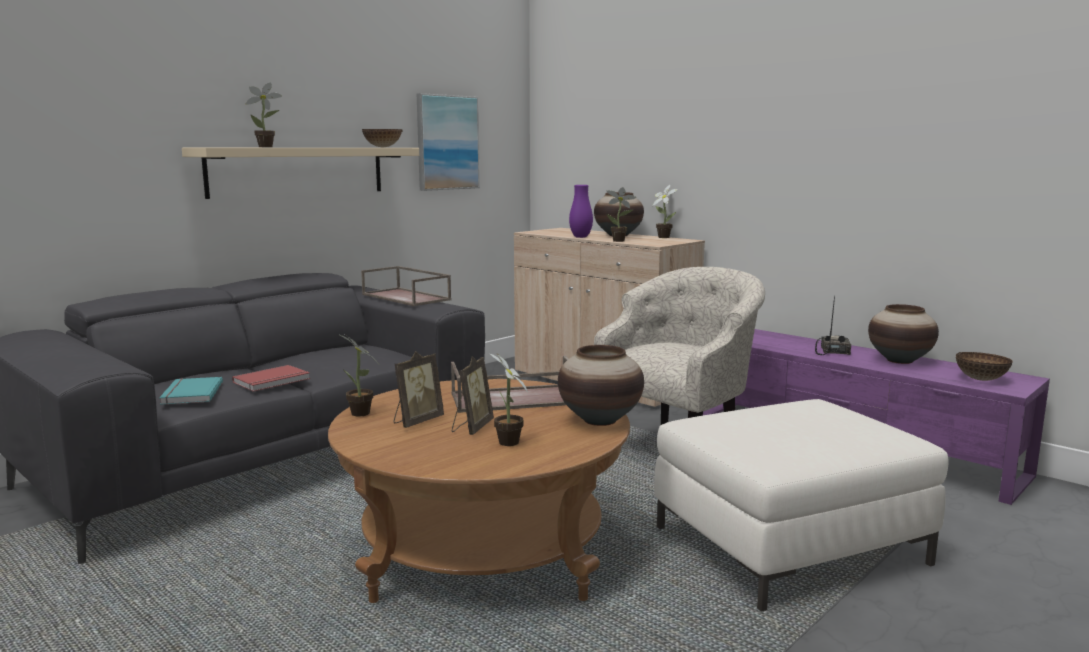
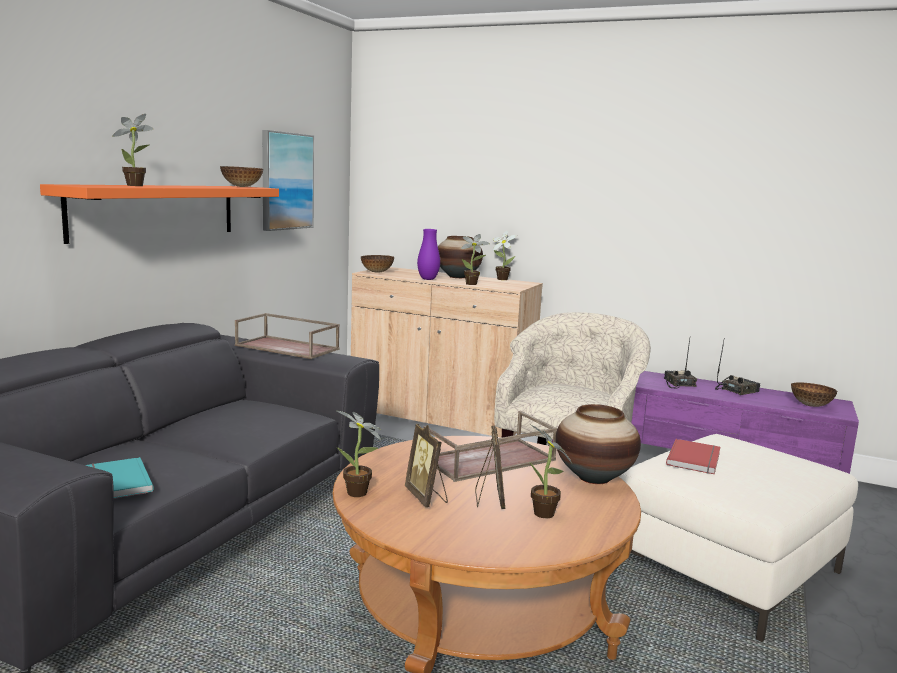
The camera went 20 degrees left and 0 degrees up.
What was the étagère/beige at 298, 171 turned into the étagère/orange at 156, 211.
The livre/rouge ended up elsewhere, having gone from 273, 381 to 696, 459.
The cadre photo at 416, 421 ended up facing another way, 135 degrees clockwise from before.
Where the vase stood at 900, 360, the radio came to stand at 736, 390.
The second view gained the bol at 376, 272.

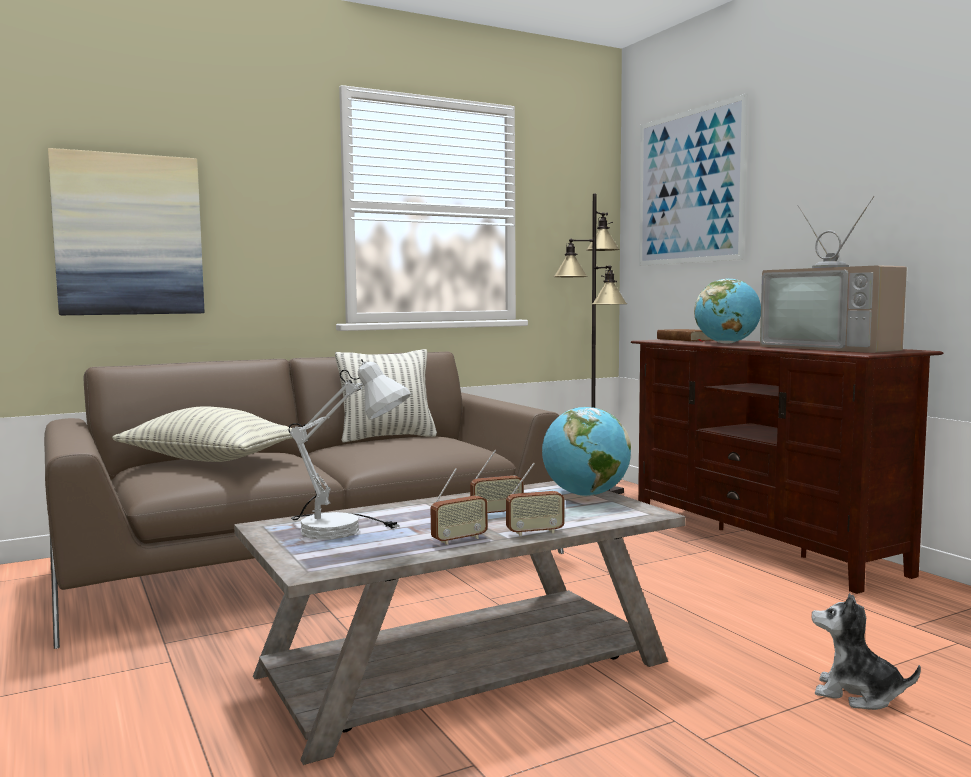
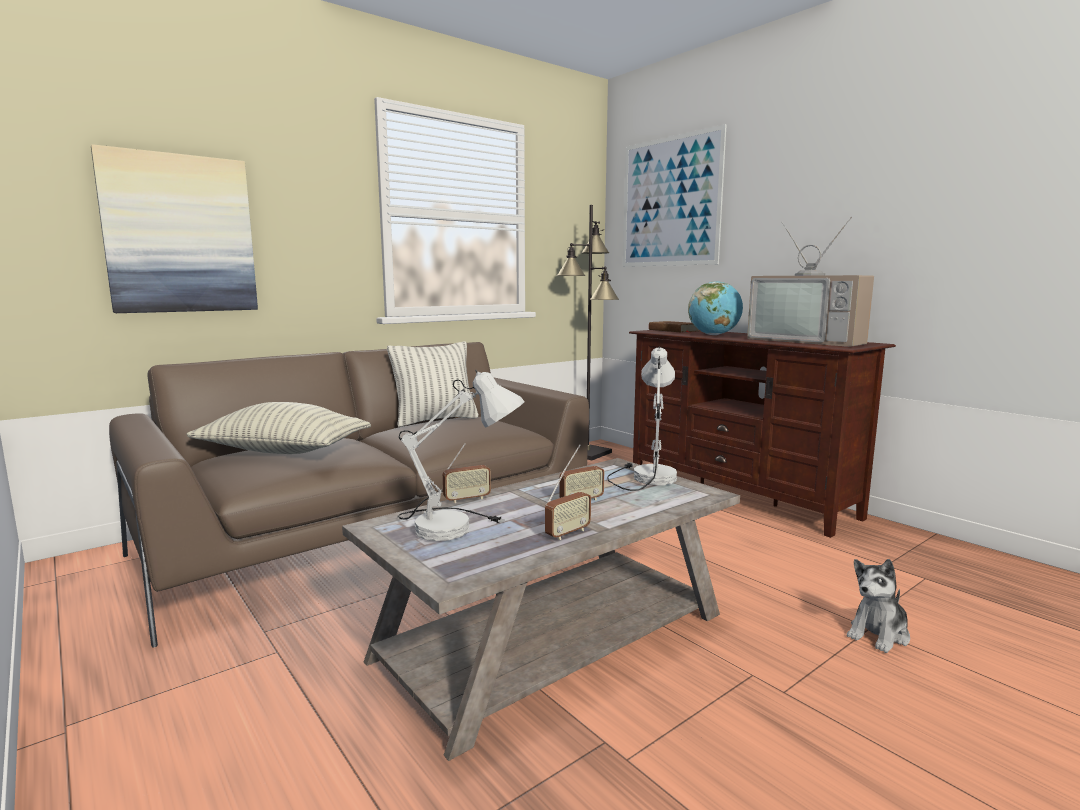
The camera went 10 degrees left and 5 degrees up.
The radio ended up elsewhere, having gone from 535, 532 to 467, 499.
Where the globe stood at 585, 495, the lampe de table/blanc came to stand at 642, 476.
The peluche at 857, 694 ended up facing another way, 60 degrees counterclockwise from before.

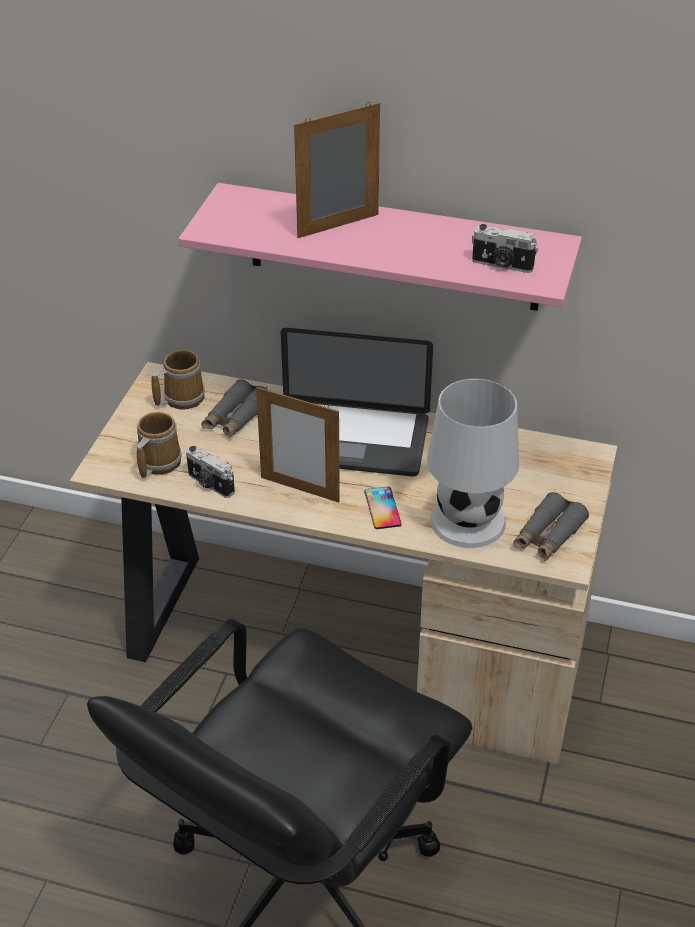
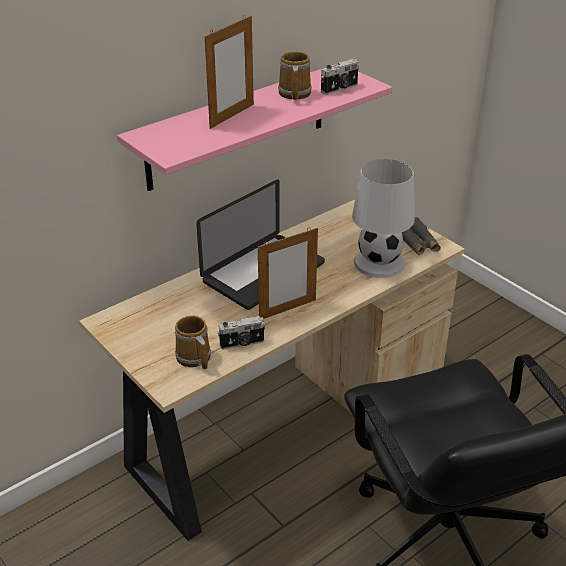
The camera went 55 degrees left and 5 degrees down.
The mug ended up elsewhere, having gone from 181, 397 to 293, 94.
The second view lost the jumelles/gris at 236, 418.
The cadre photo at 338, 226 ended up facing another way, 150 degrees counterclockwise from before.
The second view lost the téléphone at 382, 508.

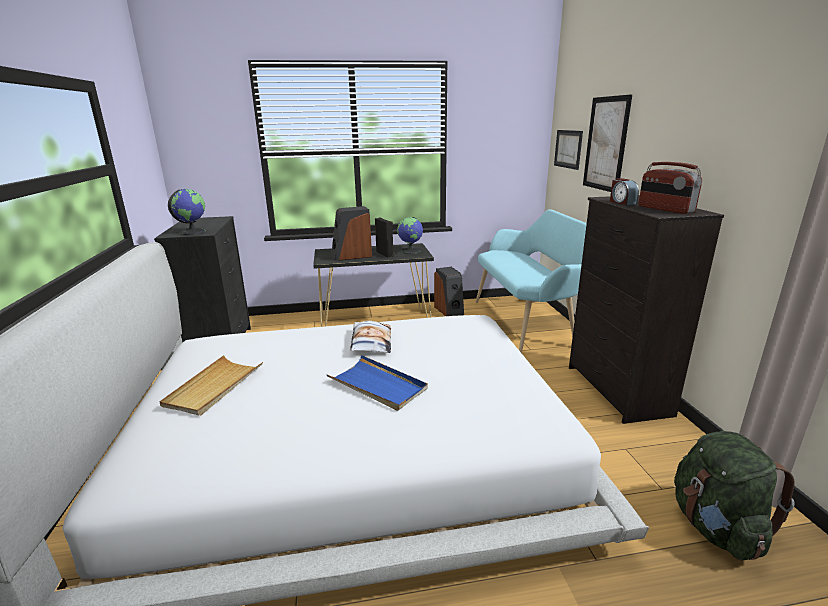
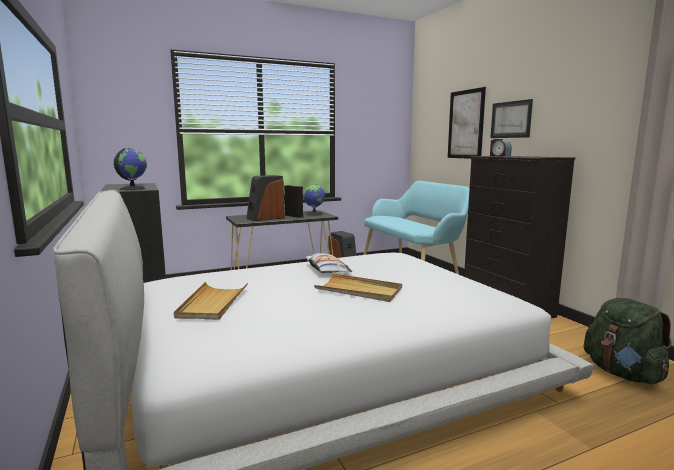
The camera went 15 degrees left and 10 degrees down.
What was the plateau/bleu at 378, 385 turned into the plateau/beige at 359, 291.
The tableau ended up elsewhere, having gone from 568, 149 to 511, 119.
The second view lost the radio at 665, 209.

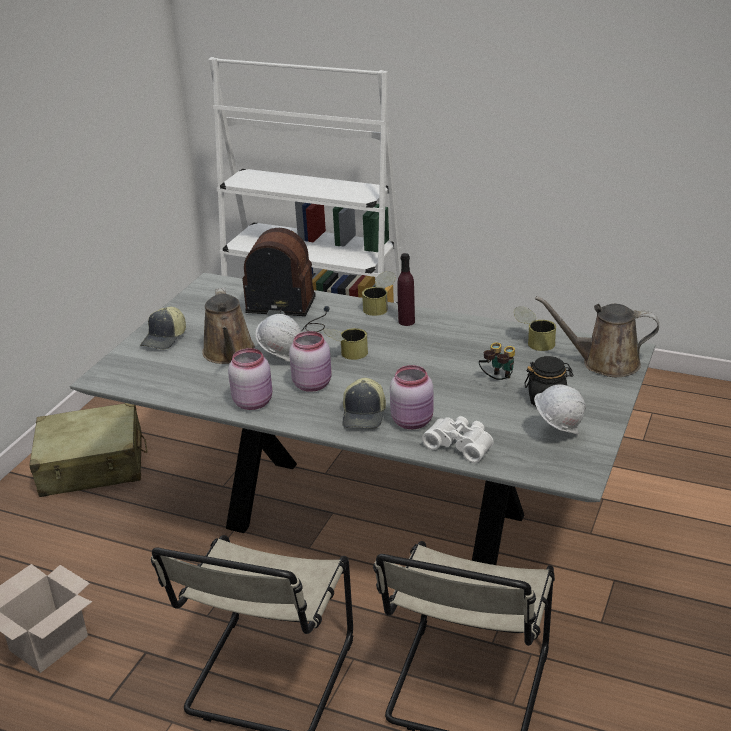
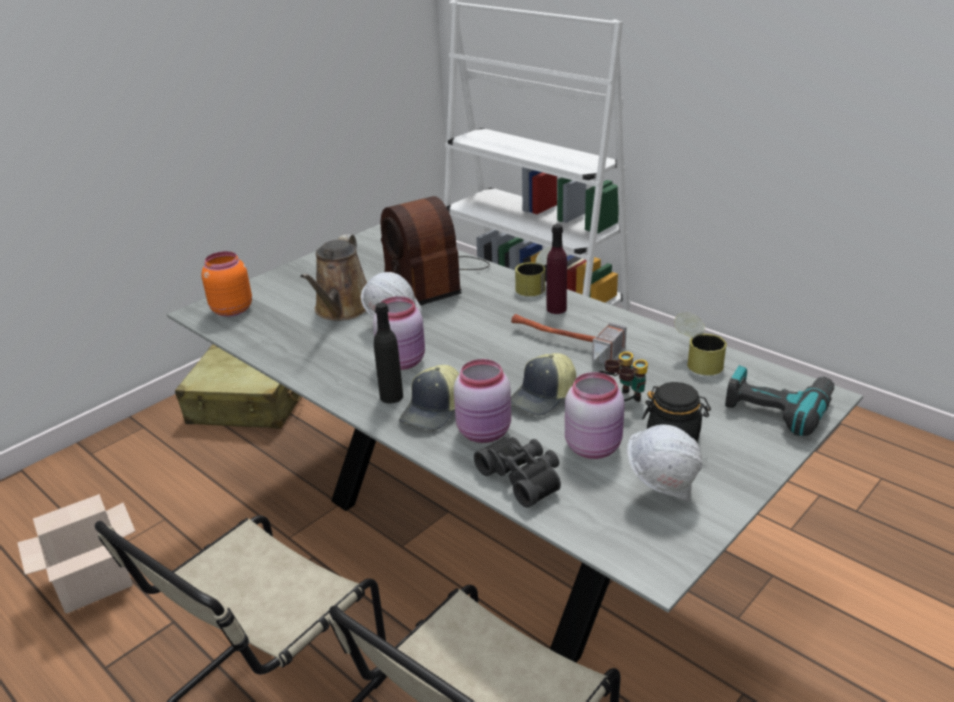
The camera went 20 degrees right and 0 degrees up.
The casquette ended up elsewhere, having gone from 165, 338 to 543, 397.
The bocal/rose ended up elsewhere, having gone from 254, 402 to 594, 446.
The radio at 287, 314 ended up facing another way, 150 degrees counterclockwise from before.
The second view lost the boîte métallique at 346, 354.
What was the jumelles/blanc at 460, 445 turned into the jumelles/noir at 523, 477.
Where the arrosoir/marron stood at 604, 363, the perceuse came to stand at 778, 407.
The second view gained the bocal/orange at 231, 310.
The second view gained the bouteille/noir at 391, 396.
The second view gained the marteau at 560, 345.

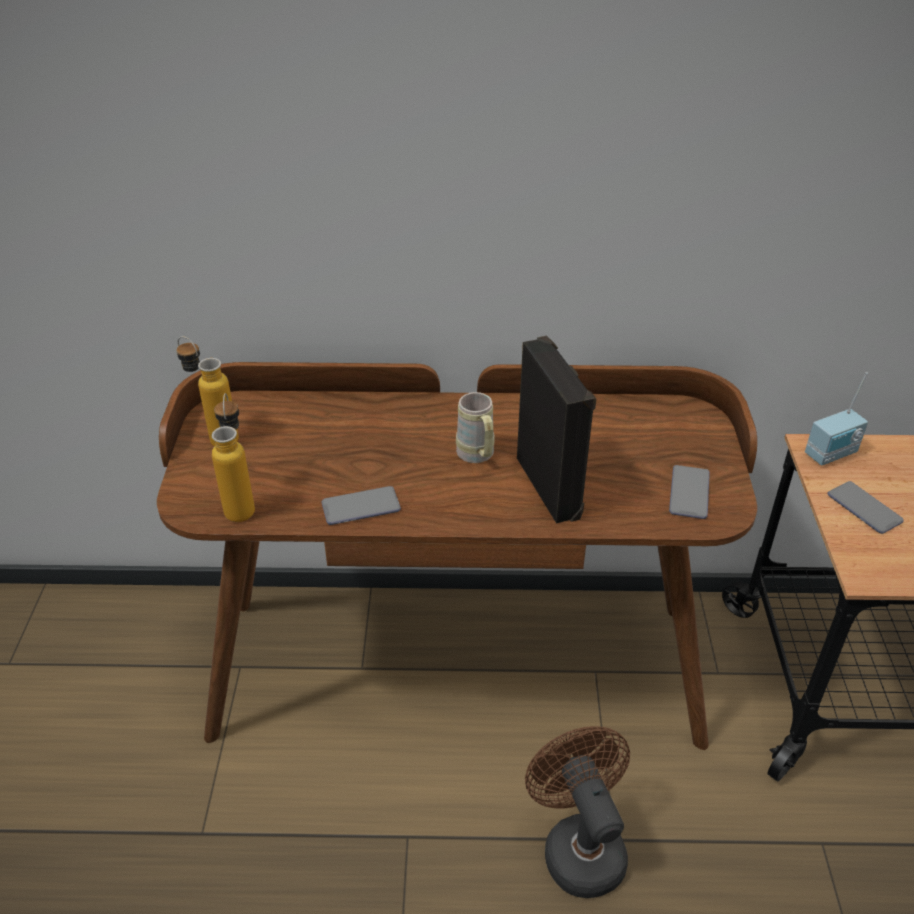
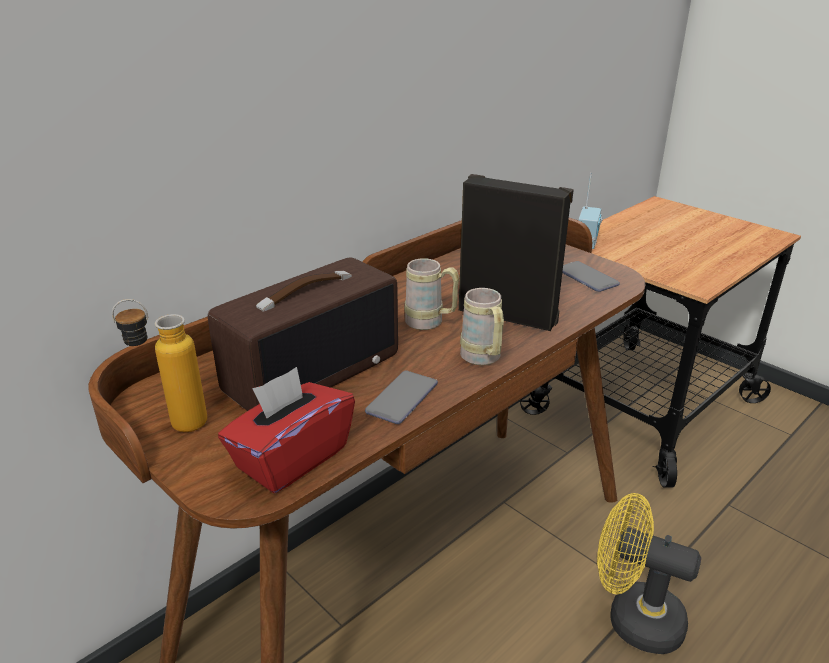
The camera went 45 degrees left and 10 degrees down.
Where the bouteille stood at 241, 504, the boîte à mouchoirs/rouge came to stand at 291, 458.
What was the ventilateur/marron at 578, 845 turned into the ventilateur/jaune at 633, 617.
The second view lost the téléphone at 864, 508.
The second view gained the radio at 312, 371.
The second view gained the mug/beige at 483, 360.

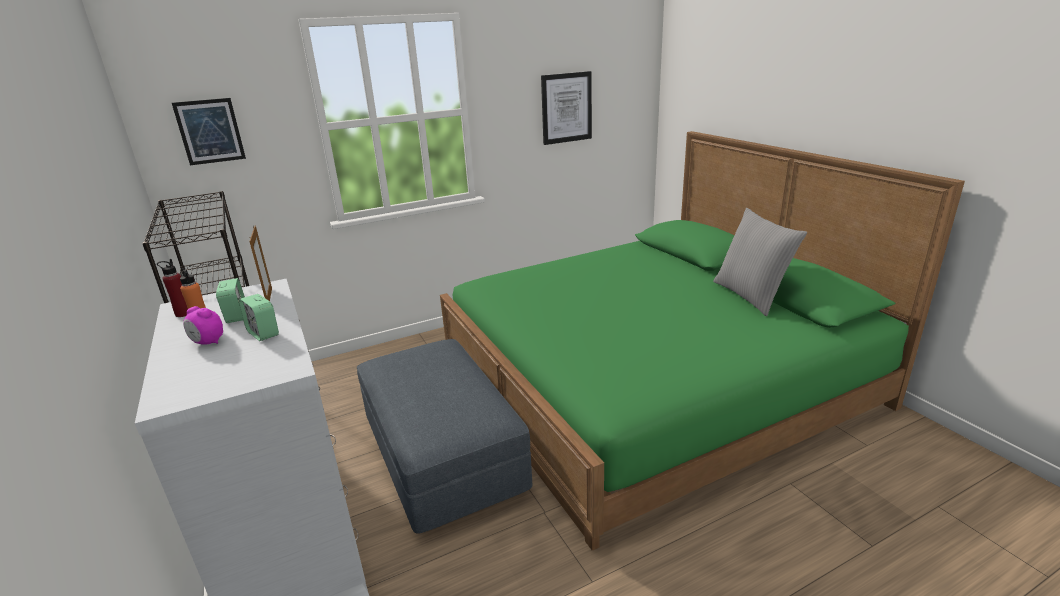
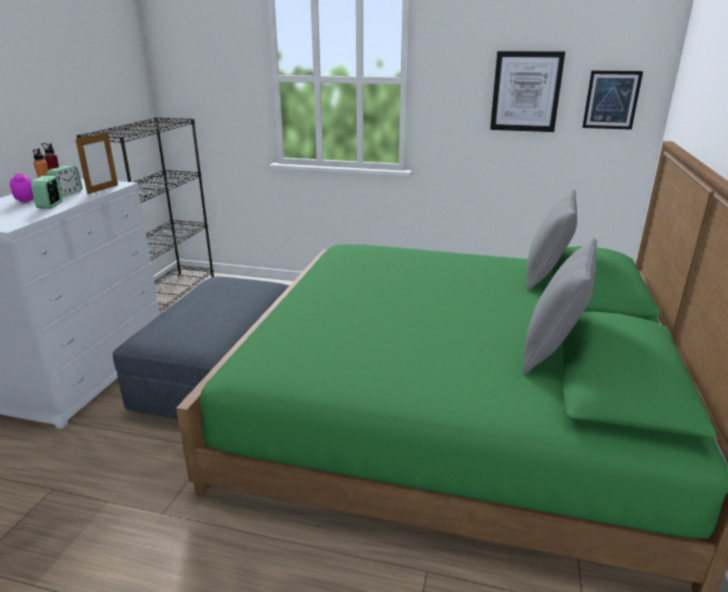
The camera went 40 degrees right and 0 degrees up.
The tableau ended up elsewhere, having gone from 210, 131 to 611, 100.
The second view gained the coussin/gris at 546, 276.

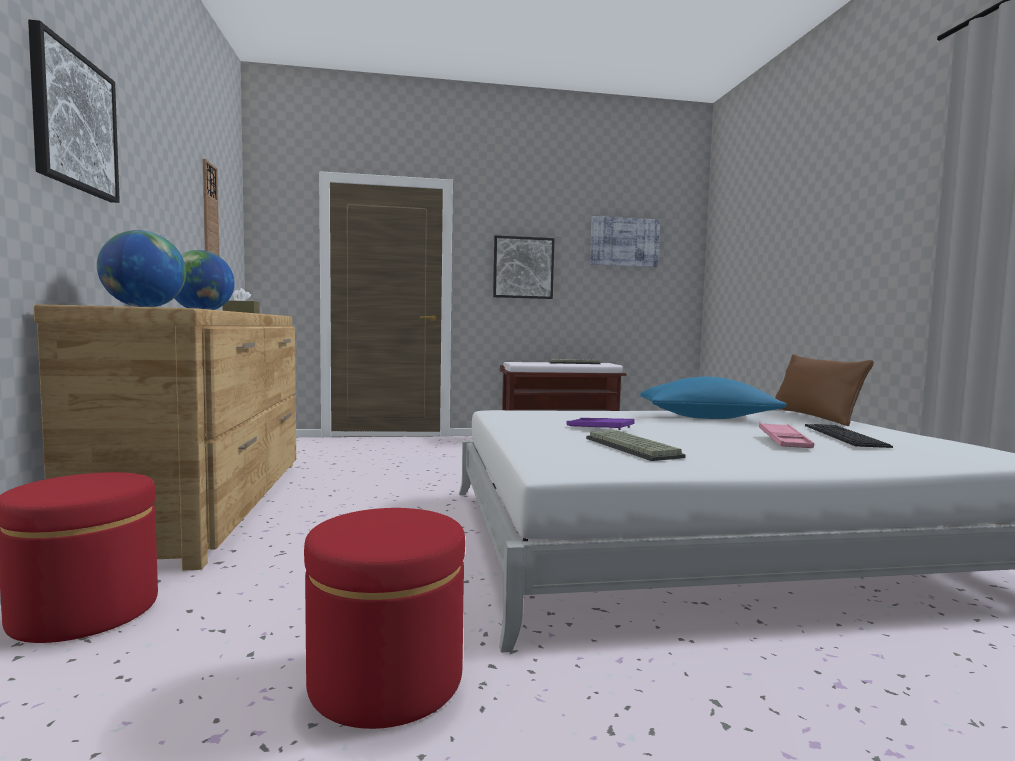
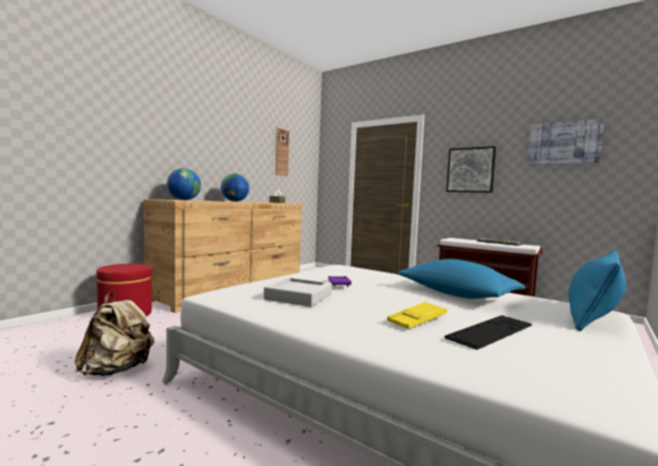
The camera went 45 degrees right and 0 degrees up.
The second view lost the tableau at 74, 121.
Where the pouf/rouge stood at 386, 680, the sac à dos/beige came to stand at 117, 370.
Where the clavier stood at 634, 447, the plateau/gris came to stand at 298, 297.
What was the plateau/rose at 784, 441 turned into the plateau/jaune at 417, 320.
What was the coussin/marron at 813, 416 turned into the coussin/bleu at 593, 317.

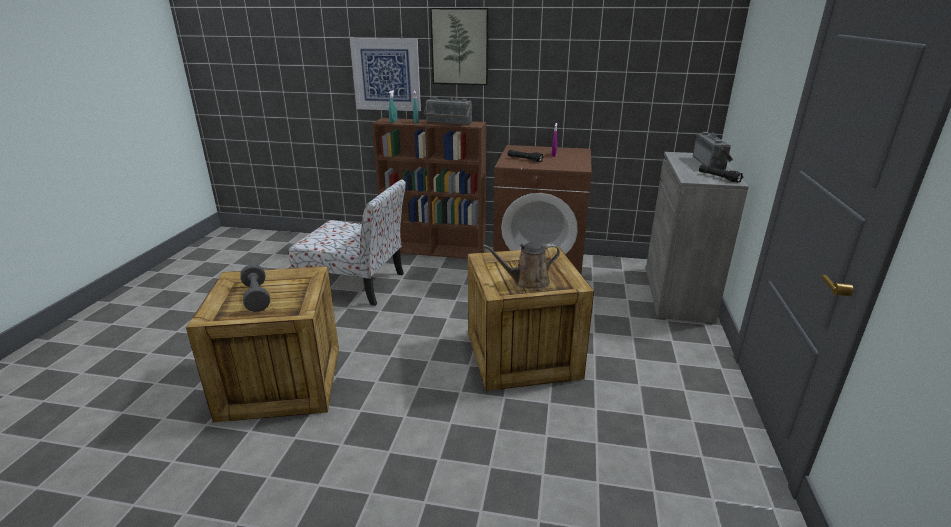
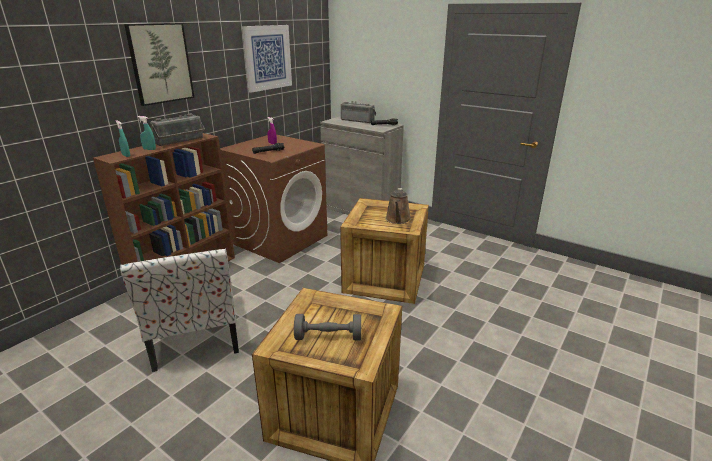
The camera went 65 degrees left and 0 degrees up.
The chaise at 355, 284 ended up facing another way, 120 degrees clockwise from before.
The tableau ended up elsewhere, having gone from 386, 74 to 267, 57.

